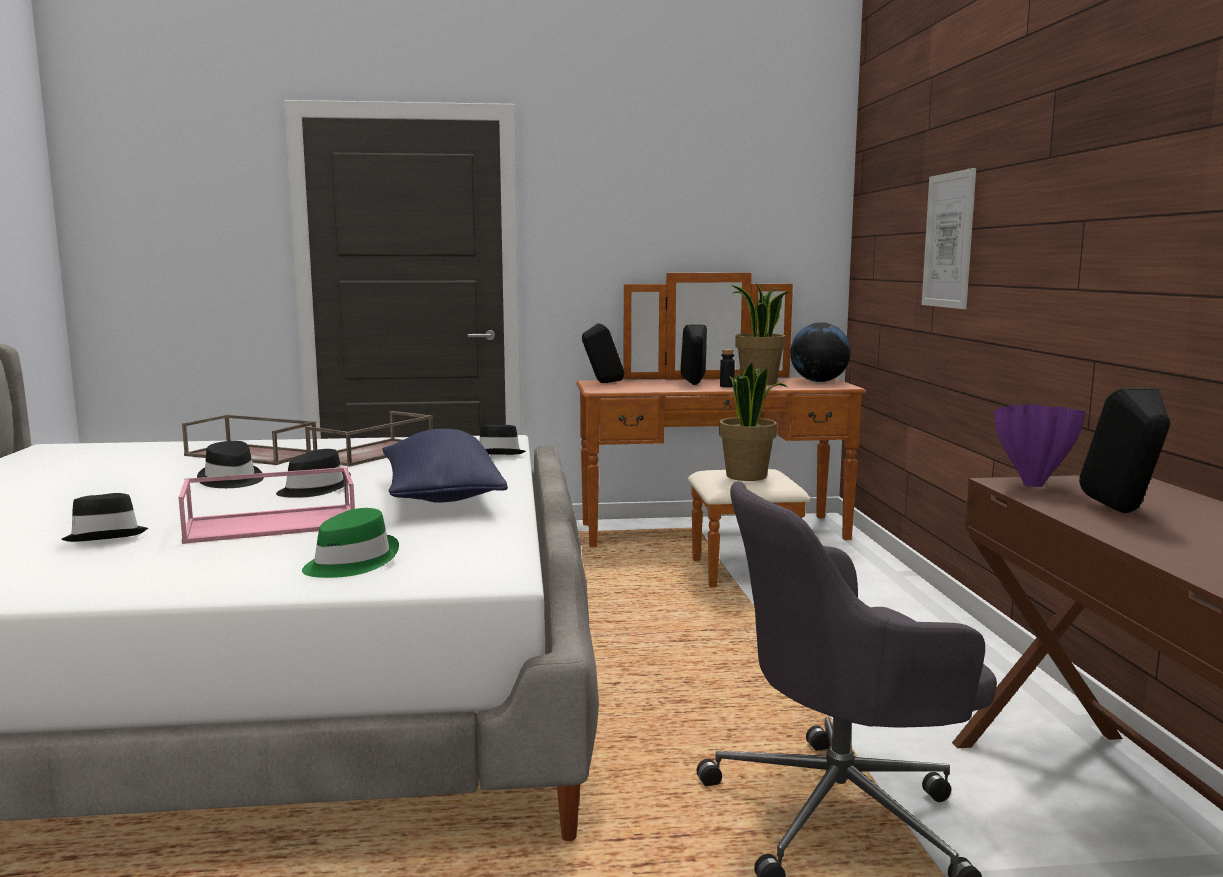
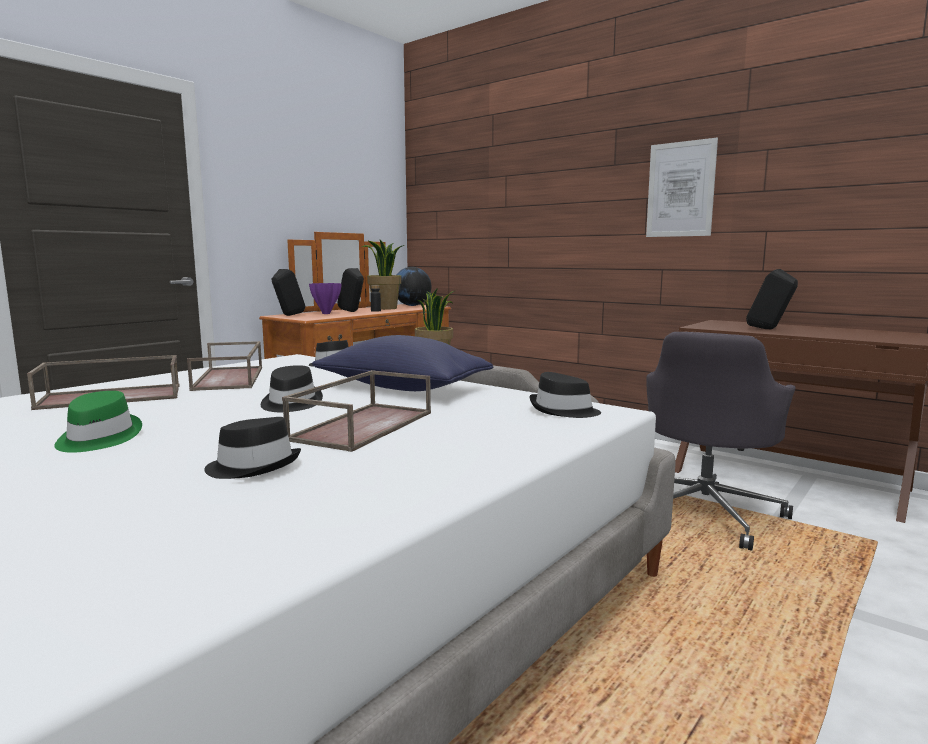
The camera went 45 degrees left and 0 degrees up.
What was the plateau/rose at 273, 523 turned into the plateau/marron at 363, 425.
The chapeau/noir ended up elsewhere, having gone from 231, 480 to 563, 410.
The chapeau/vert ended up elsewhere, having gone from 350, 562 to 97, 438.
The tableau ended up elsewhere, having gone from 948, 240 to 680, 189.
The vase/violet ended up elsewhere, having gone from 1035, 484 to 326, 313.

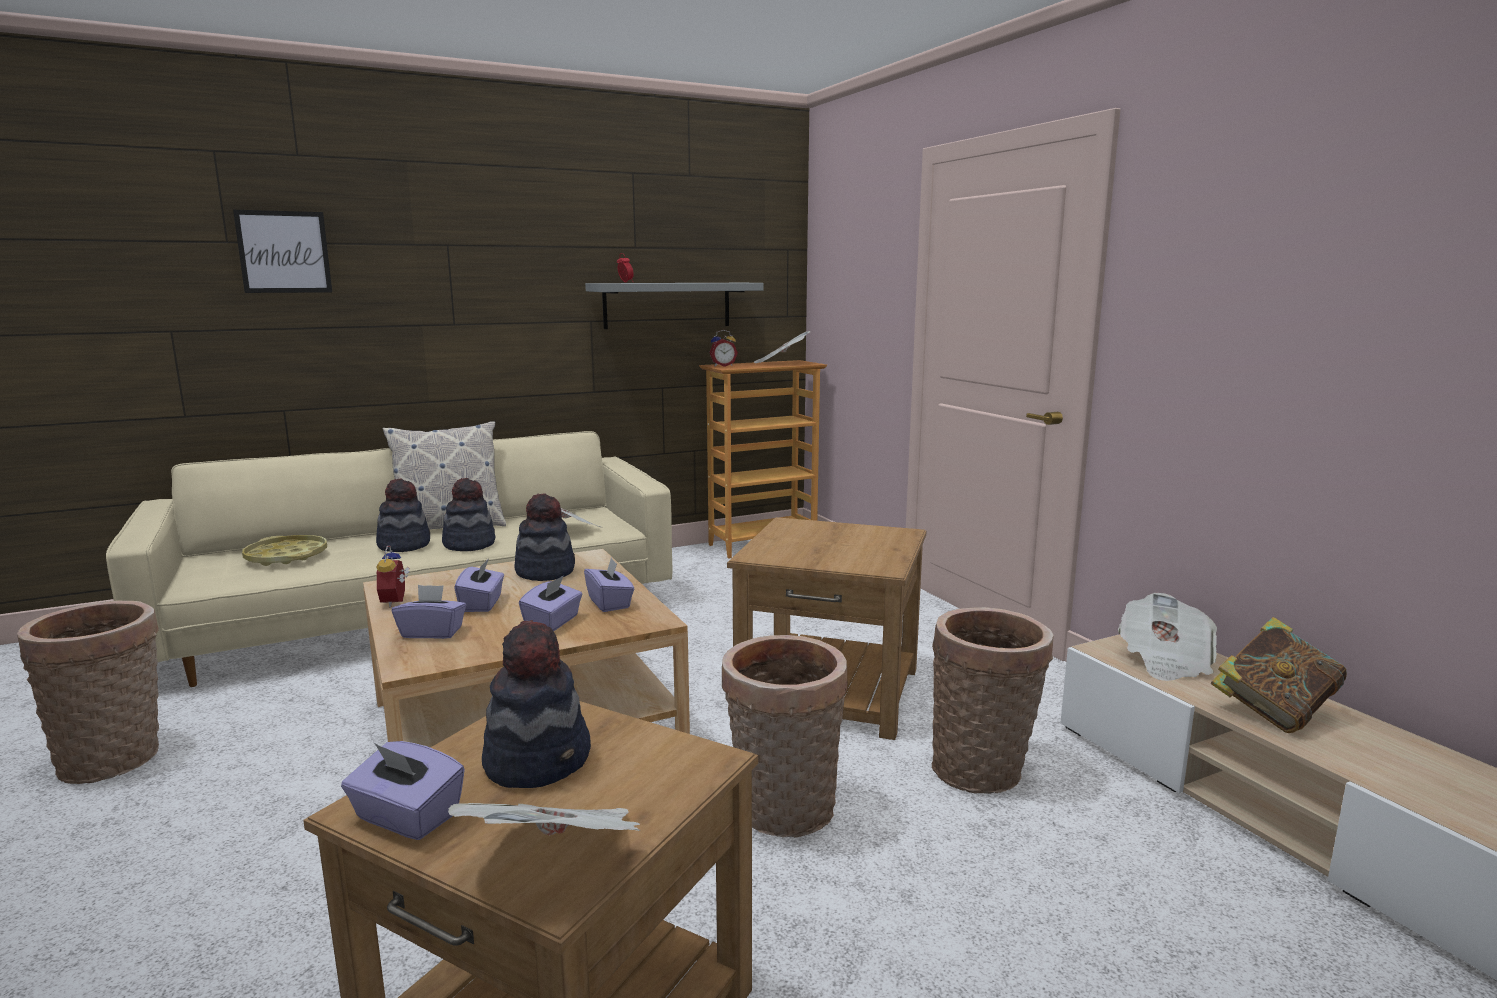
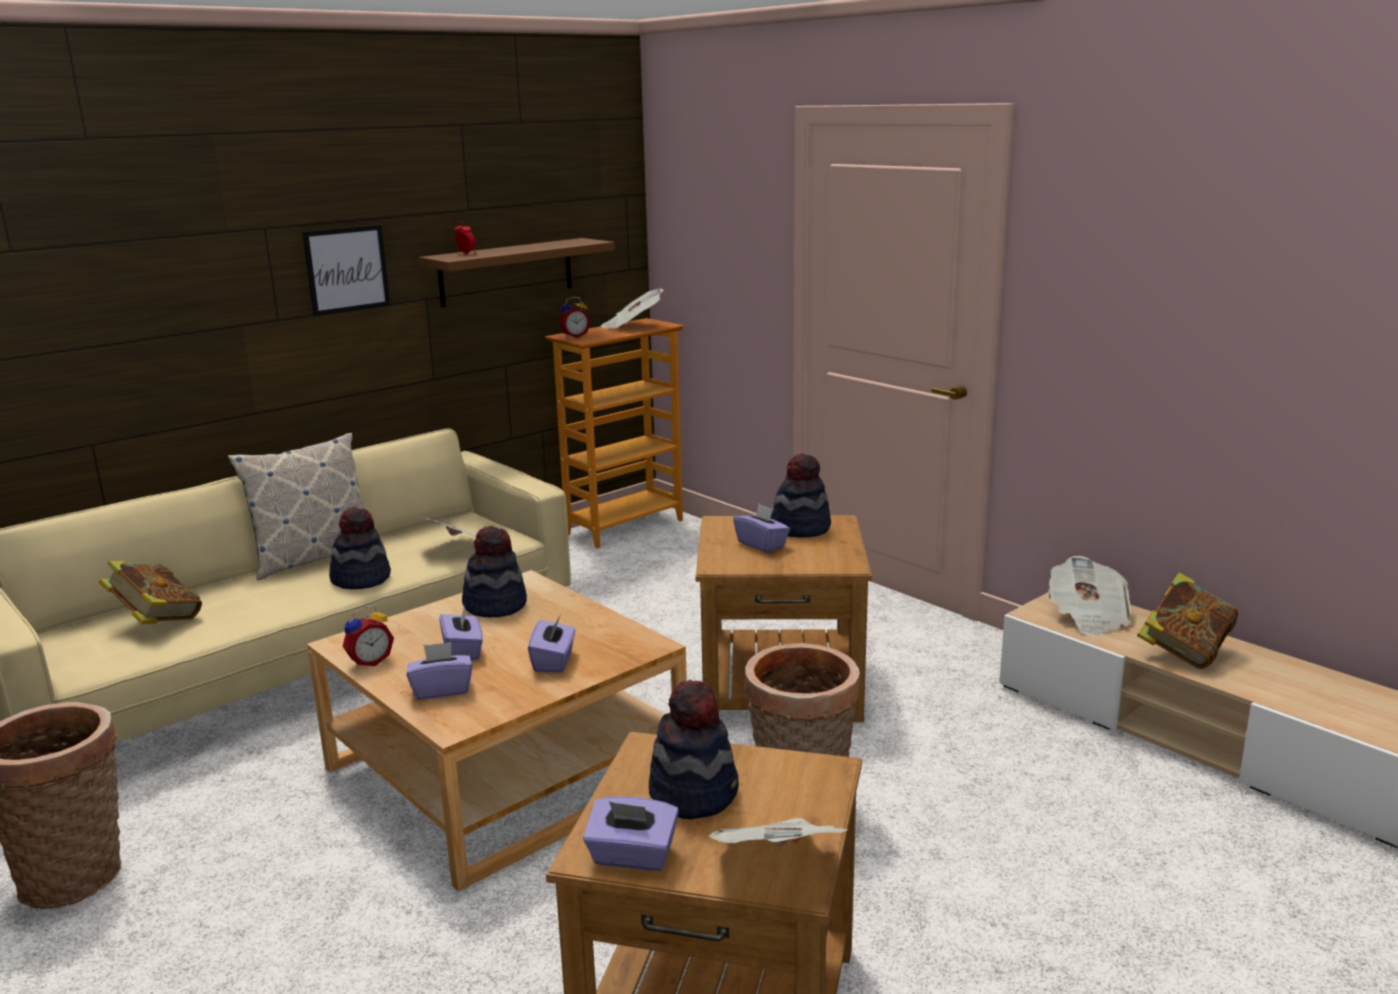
The camera went 15 degrees left and 5 degrees up.
The tableau ended up elsewhere, having gone from 284, 252 to 347, 269.
Where the plateau/jaune stood at 286, 557, the livre came to stand at 157, 621.
The chapeau ended up elsewhere, having gone from 404, 545 to 800, 528.
The réveil at 397, 602 ended up facing another way, 105 degrees counterclockwise from before.
The boîte à mouchoirs/violet ended up elsewhere, having gone from 610, 603 to 762, 544.
What was the étagère/gris at 667, 305 turned into the étagère/marron at 506, 272.
The second view lost the panier at 982, 771.

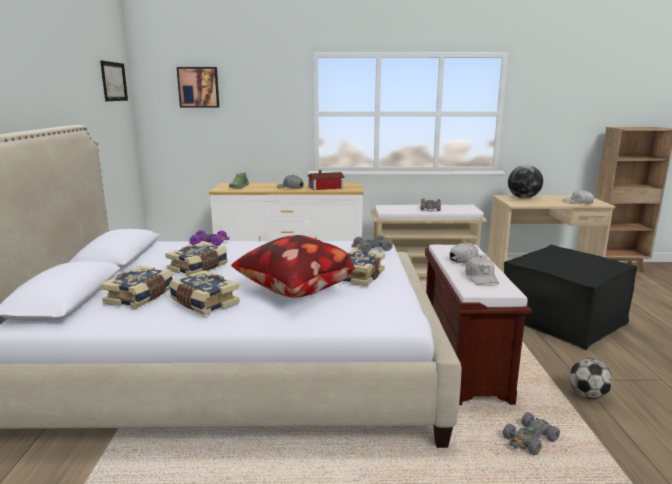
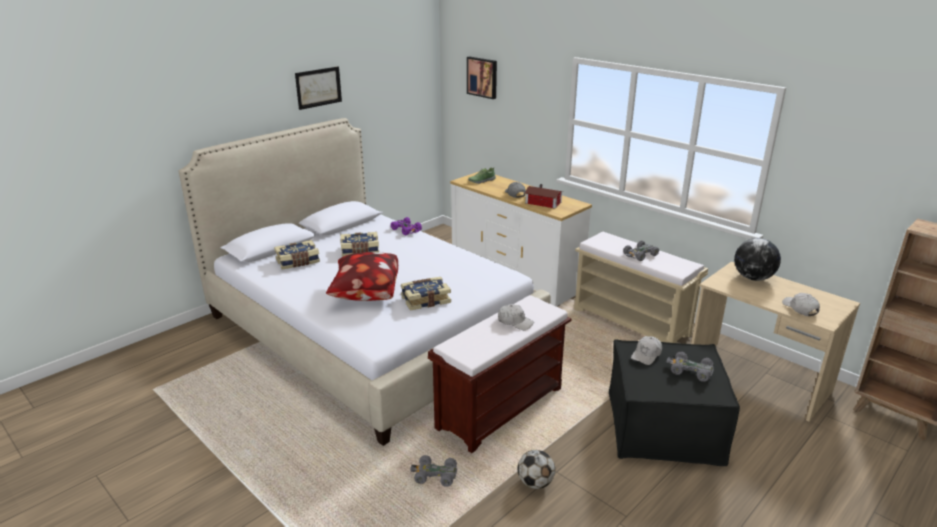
The camera went 45 degrees right and 10 degrees up.
The tableau ended up elsewhere, having gone from 114, 81 to 318, 87.
The second view lost the livre at 203, 303.
The petite voiture/gris ended up elsewhere, having gone from 372, 249 to 690, 371.
The casquette/blanc ended up elsewhere, having gone from 481, 278 to 646, 355.

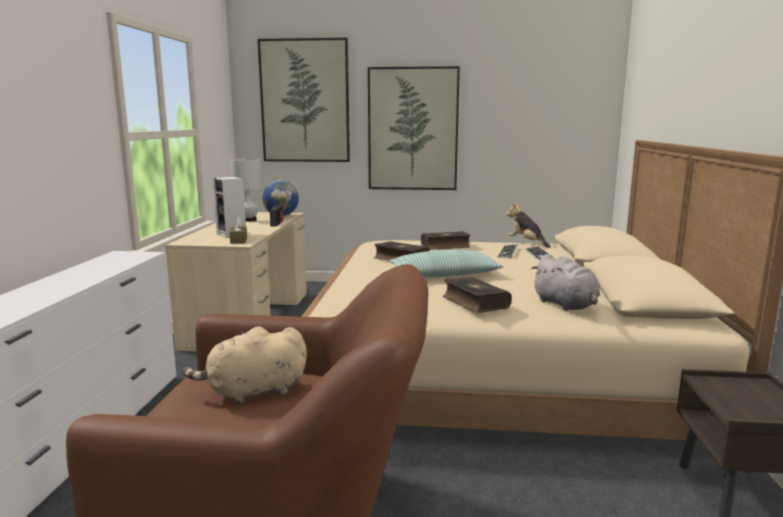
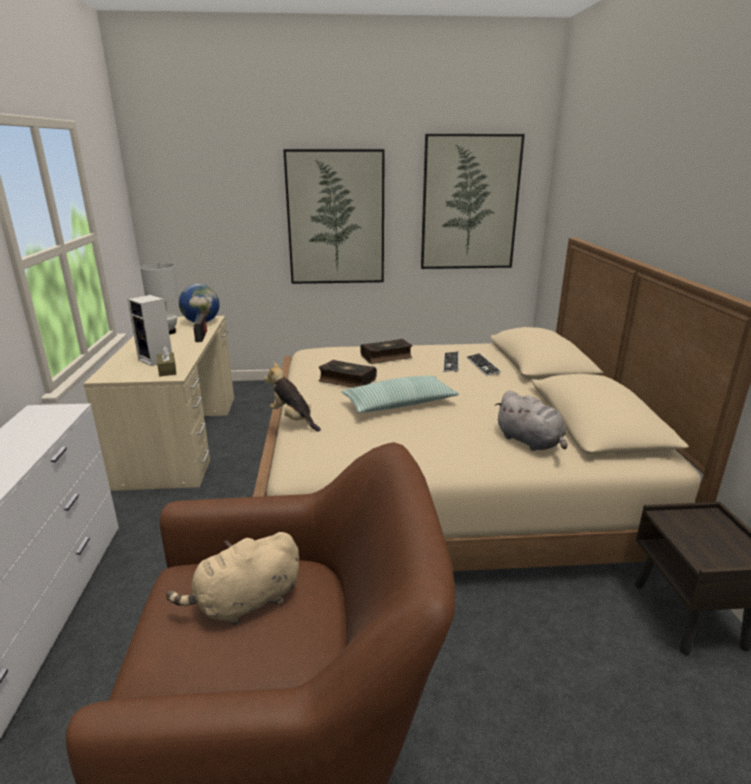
The camera went 10 degrees left and 10 degrees up.
The tableau ended up elsewhere, having gone from 305, 101 to 470, 203.
The second view lost the livre at 474, 303.
The peluche ended up elsewhere, having gone from 526, 243 to 293, 419.

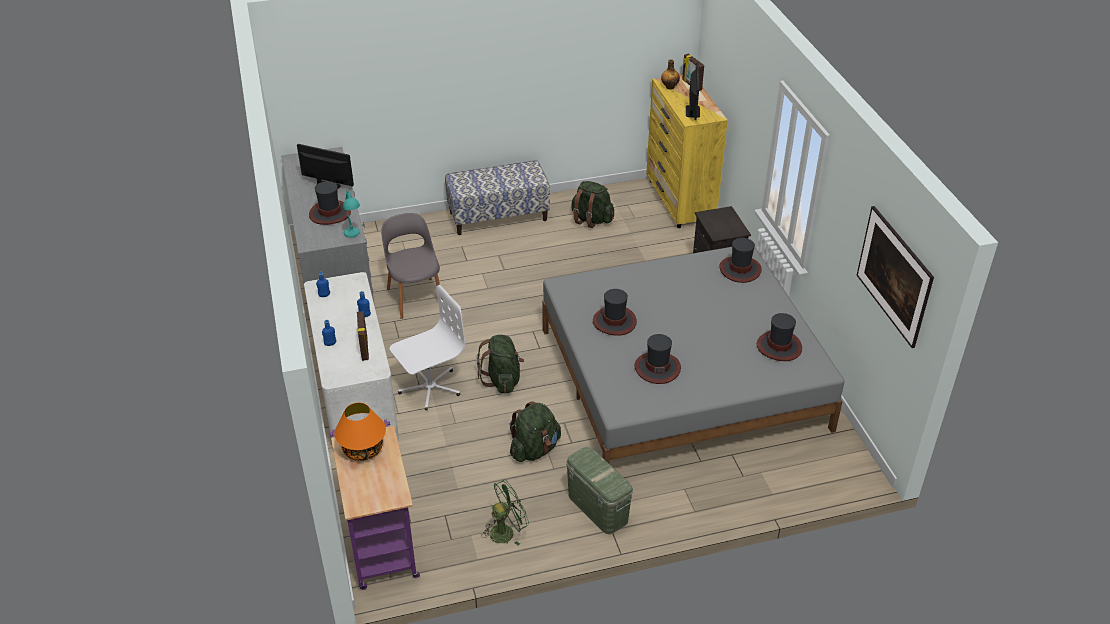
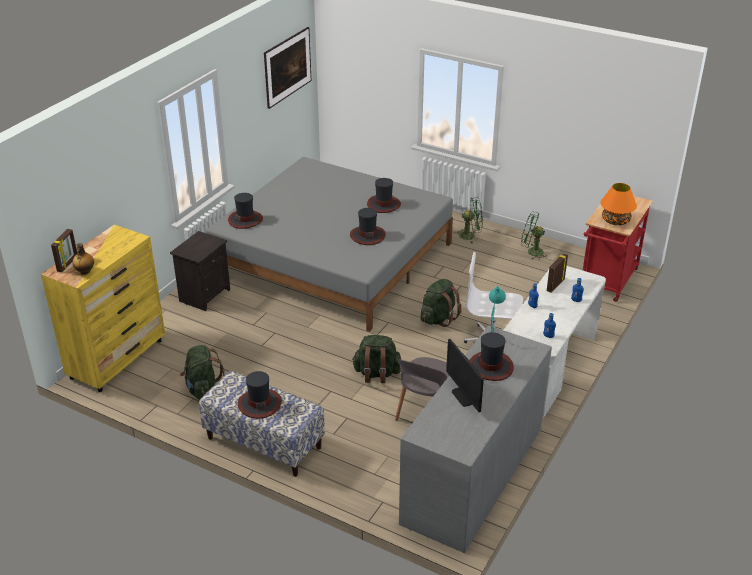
The camera went 135 degrees left and 5 degrees down.
What was the chariot/violet at 380, 541 turned into the chariot/rouge at 607, 283.
The sac à dos/vert ended up elsewhere, having gone from 535, 449 to 377, 374.
Where the boîte de rangement/vert stood at 598, 508, the ventilateur/vert came to stand at 470, 235.
The second view lost the écran d'ordinateur at 692, 111.
The chapeau ended up elsewhere, having gone from 779, 346 to 259, 403.

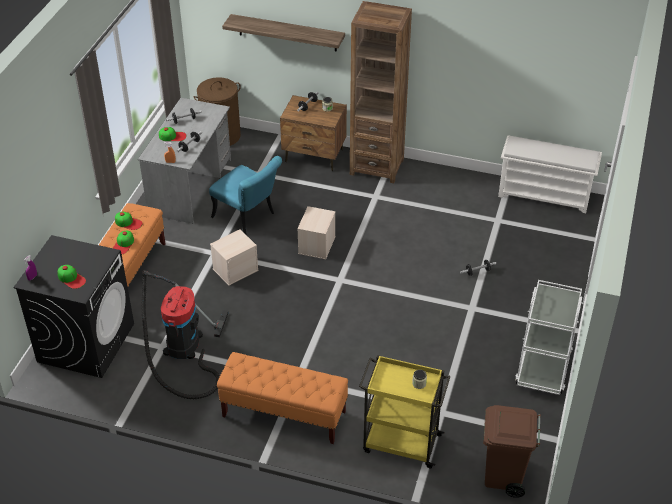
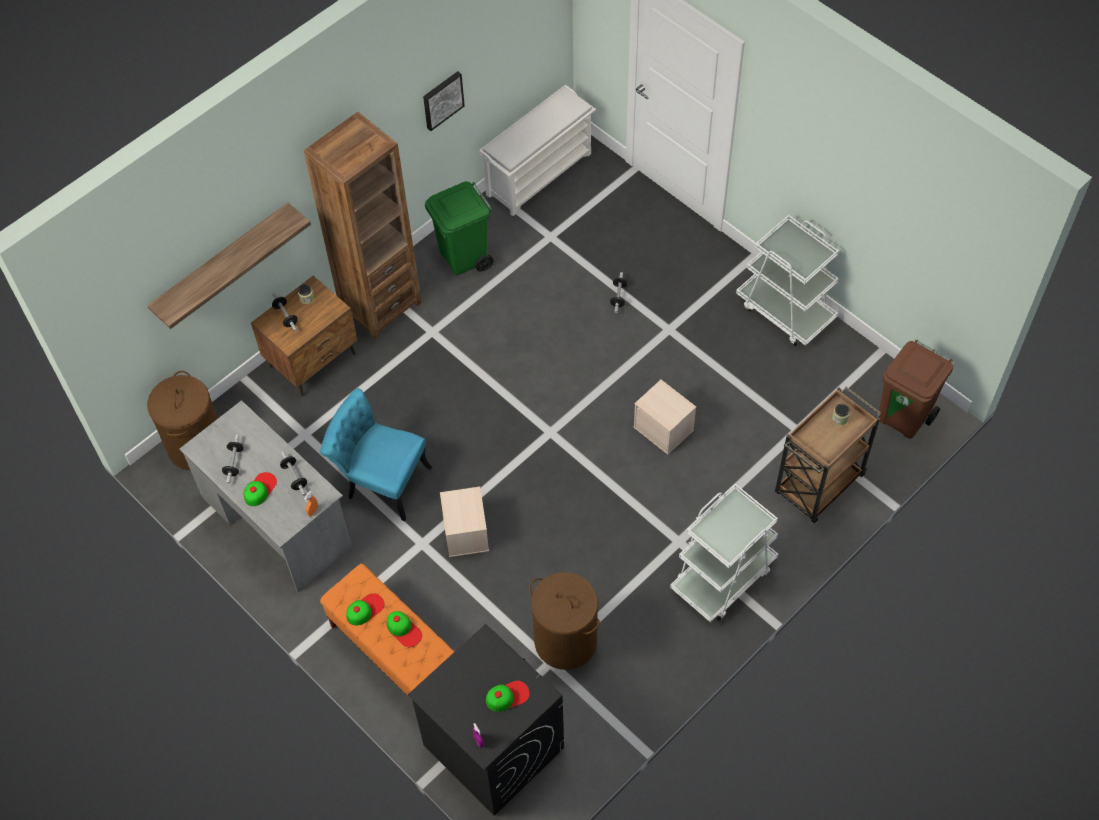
The camera went 60 degrees left and 15 degrees up.
Where the aspirateur stood at 183, 348, the panier à linge/marron came to stand at 565, 641.
The chaise/turquoise at 248, 217 ended up facing another way, 135 degrees counterclockwise from before.
Where the banc/orange stood at 283, 414, the chariot/blanc came to stand at 722, 577.
The boîte de rangement/beige ended up elsewhere, having gone from 317, 245 to 664, 429.
What was the chariot/jaune at 400, 443 turned into the chariot/marron at 818, 485.
The second view gained the tableau at 442, 99.
The second view gained the poubelle/vert at 464, 258.

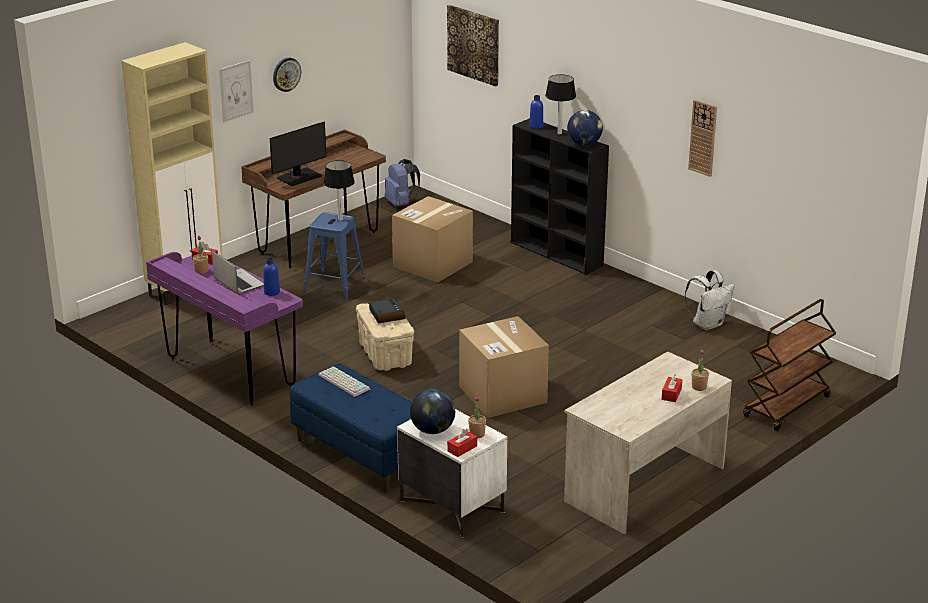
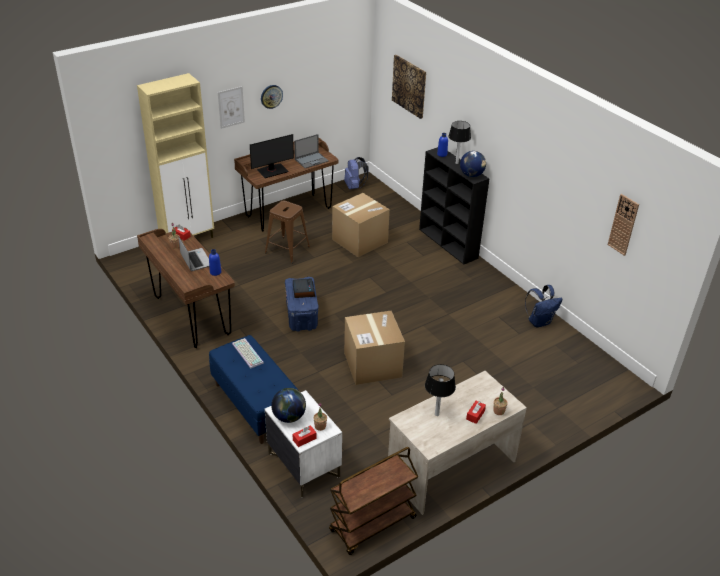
The camera went 10 degrees right and 10 degrees up.
What was the bureau/violet at 230, 372 turned into the bureau/marron at 191, 316.
What was the tabouret/bleu at 334, 284 turned into the tabouret/marron at 287, 249.
The lampe de table ended up elsewhere, having gone from 340, 219 to 436, 414.
What was the boîte de rangement/beige at 385, 354 turned into the boîte de rangement/bleu at 301, 316.
What was the sac à dos/blanc at 708, 324 turned into the sac à dos/bleu at 539, 321.
The horloge murale ended up elsewhere, having gone from 703, 138 to 623, 224.
The chariot/marron ended up elsewhere, having gone from 787, 407 to 372, 525.
The second view gained the ordinateur portable at 311, 160.

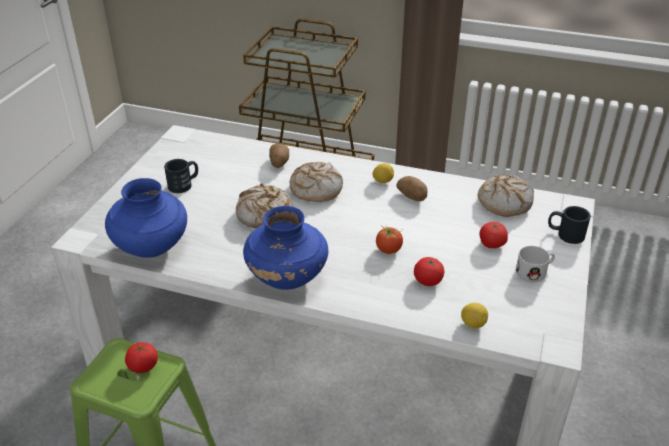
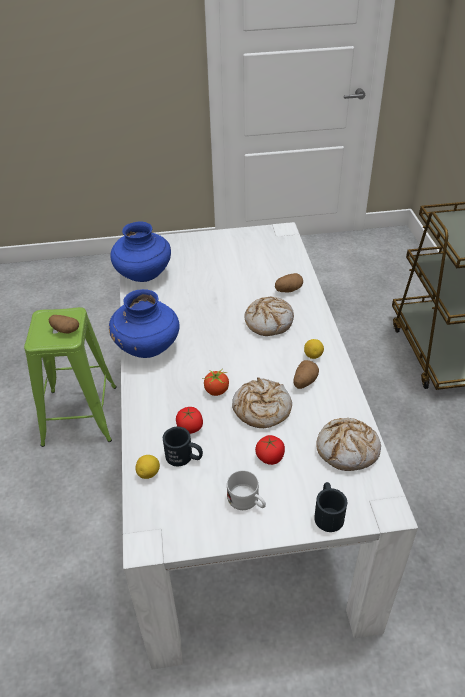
The camera went 65 degrees right and 5 degrees up.
Where the tomate stood at 143, 366, the pomme de terre came to stand at 64, 330.
The mug/noir ended up elsewhere, having gone from 184, 184 to 184, 457.
The pain ended up elsewhere, having gone from 264, 214 to 261, 409.

